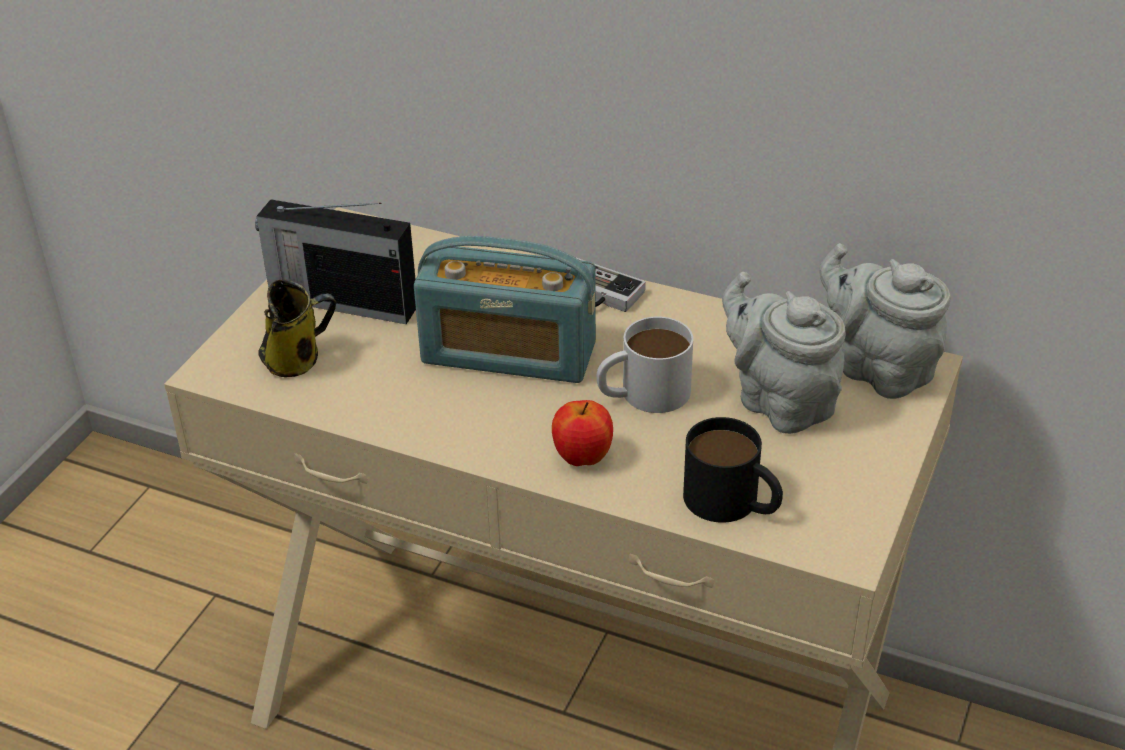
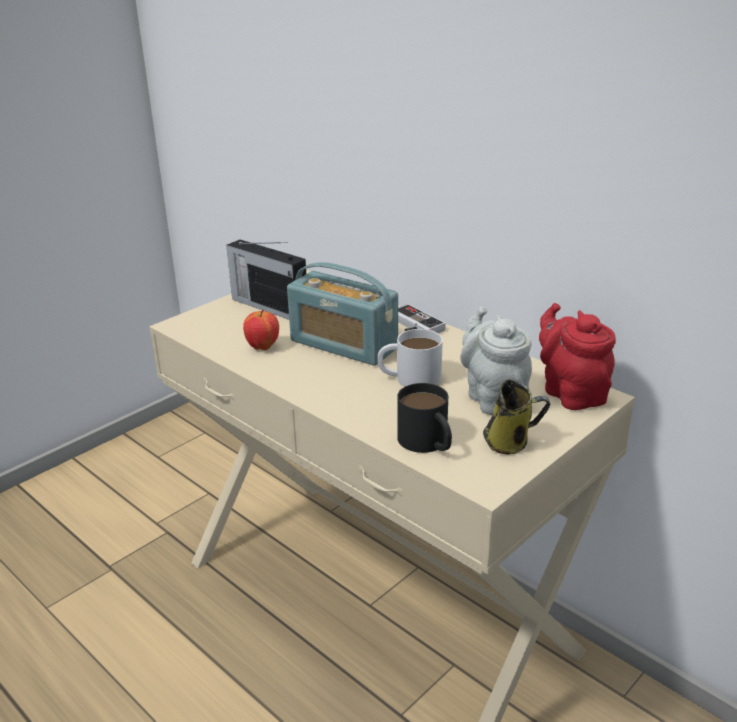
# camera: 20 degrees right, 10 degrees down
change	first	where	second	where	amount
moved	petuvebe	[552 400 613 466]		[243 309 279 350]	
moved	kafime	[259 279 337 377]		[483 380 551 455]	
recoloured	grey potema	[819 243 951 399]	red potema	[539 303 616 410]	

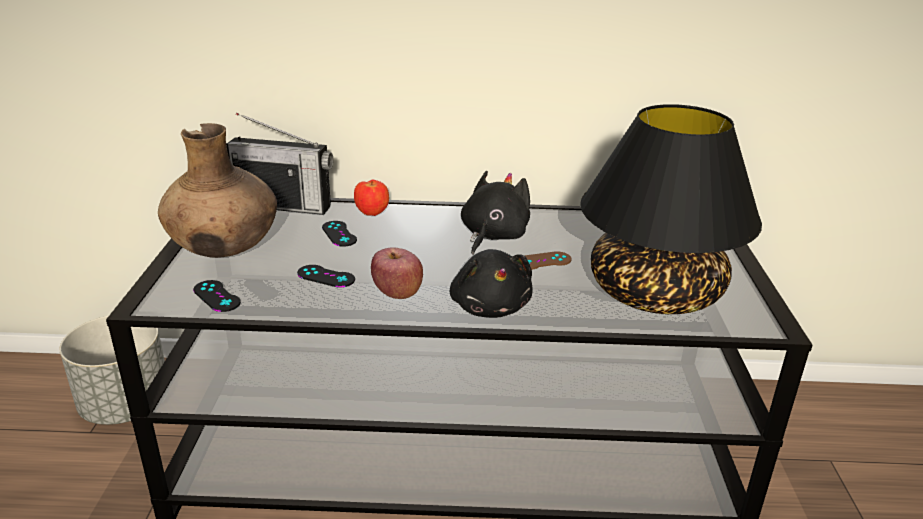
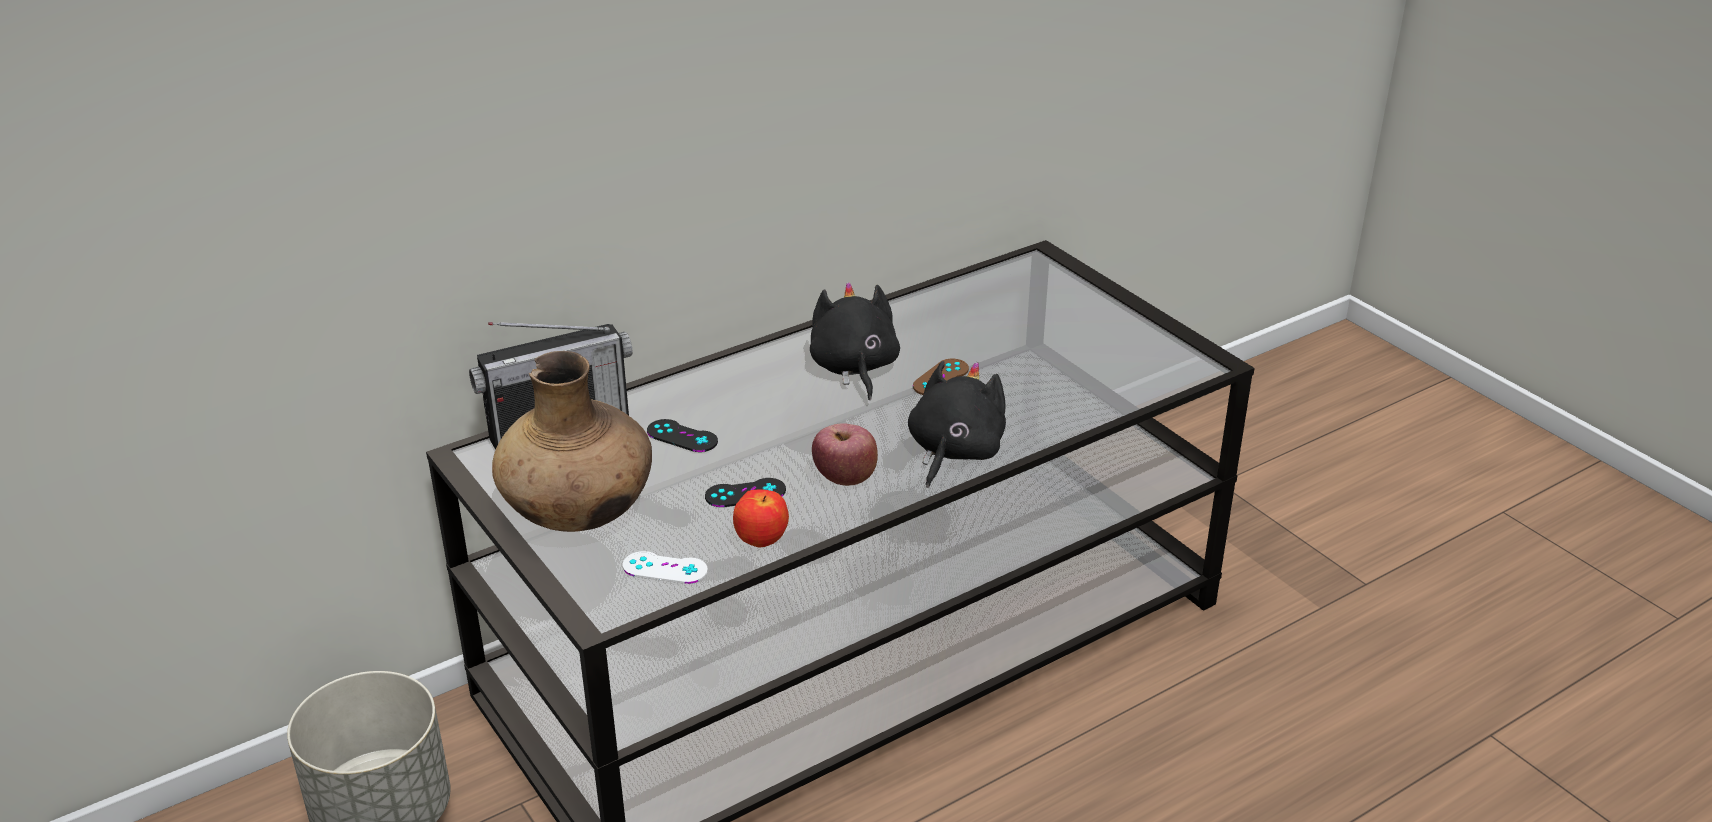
# camera: 35 degrees left, 5 degrees up
change	first	where	second	where	amount
recoloured	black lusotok	[193 280 241 312]	white lusotok	[623 551 708 584]	
moved	petuvebe	[354 180 389 216]		[733 490 789 548]	
turned	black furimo	[450 249 533 318]		[908 361 1006 488]	105 degrees counterclockwise
removed	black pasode	[580 104 762 314]			

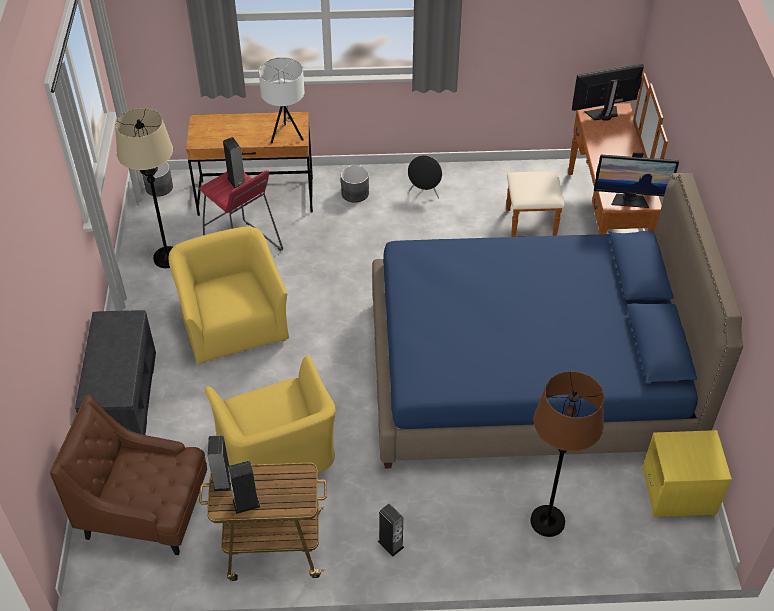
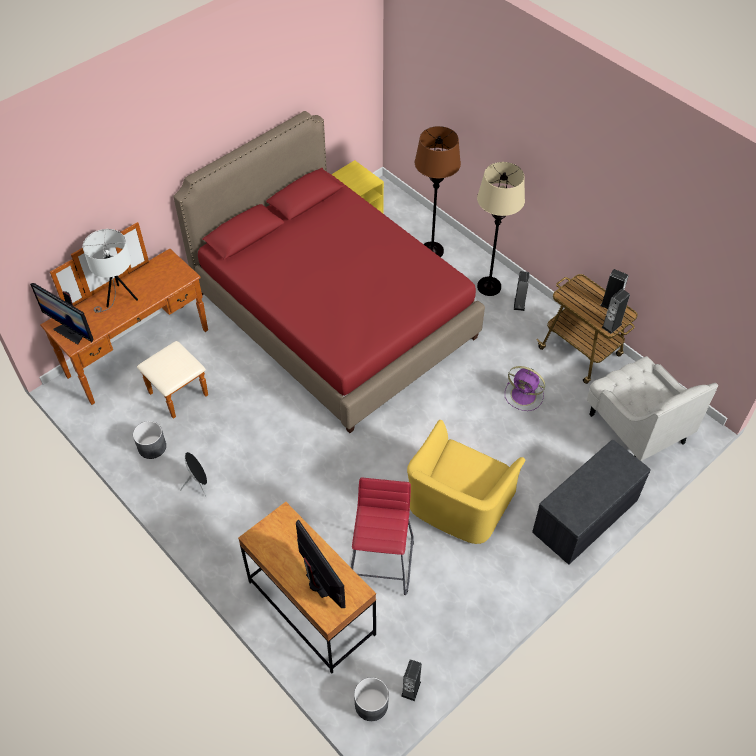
# camera: 130 degrees left, 5 degrees up
change	first	where	second	where	amount
moved	white pasode	[259 57 305 143]		[83 229 138 313]	
moved	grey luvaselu	[341 165 369 203]		[133 421 166 459]	
recoloured	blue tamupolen	[372 173 743 469]	red tamupolen	[173 111 485 433]	
moved	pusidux	[594 151 679 208]		[296 520 346 608]	
moved	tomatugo	[223 137 245 188]		[401 659 422 701]	
moved	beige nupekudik	[115 108 173 268]		[477 162 525 296]	
replaced	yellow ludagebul	[205 355 336 475]	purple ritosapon	[505 366 545 411]	
recoloured	brown ludagebul	[50 394 207 555]	white ludagebul	[587 356 718 461]	

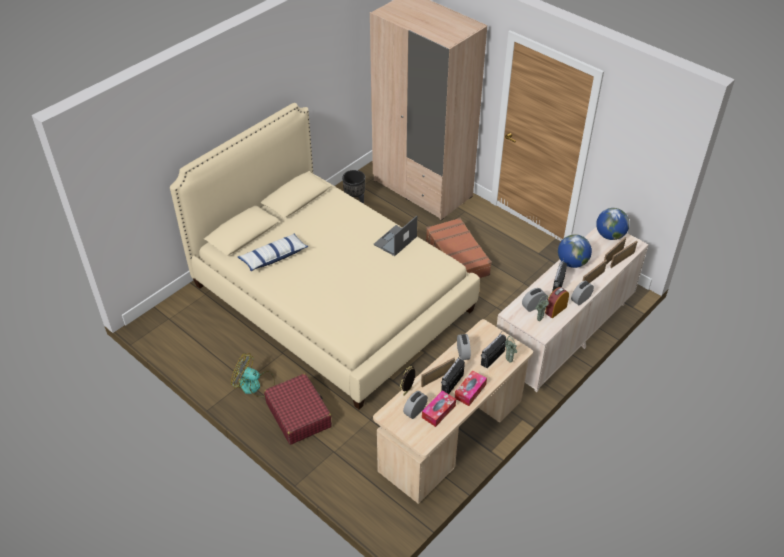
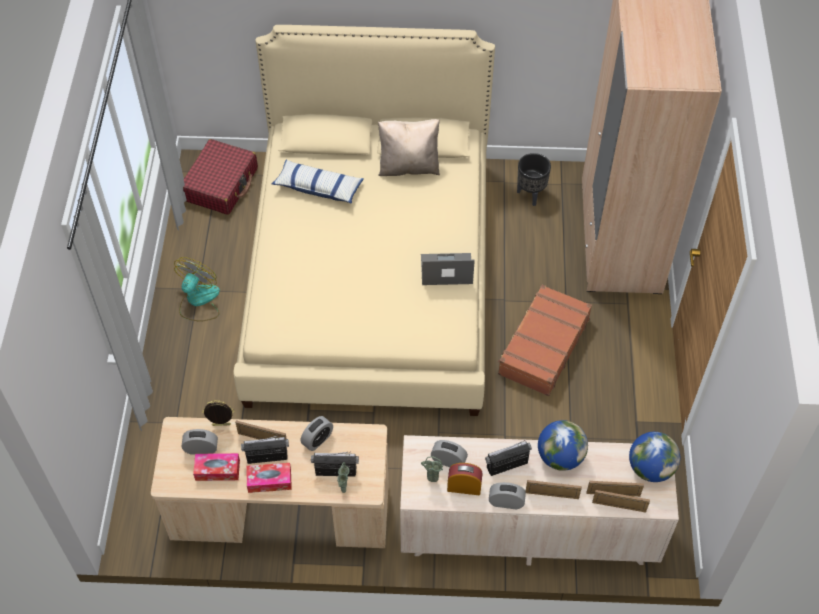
# camera: 50 degrees right, 10 degrees up
change	first	where	second	where	amount
turned	ritosapon	[231 353 275 397]		[174 257 220 322]	45 degrees clockwise
moved	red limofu	[264 373 332 445]		[183 139 258 215]	
added			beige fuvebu	[378 119 440 176]	

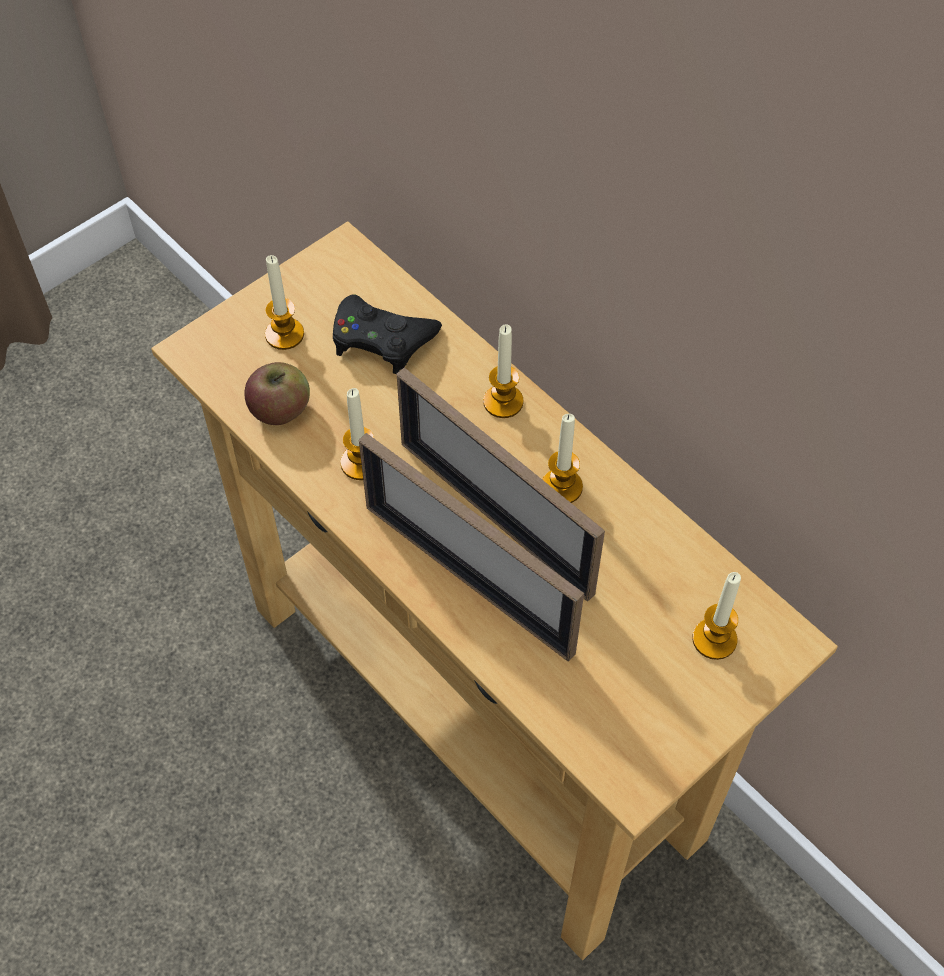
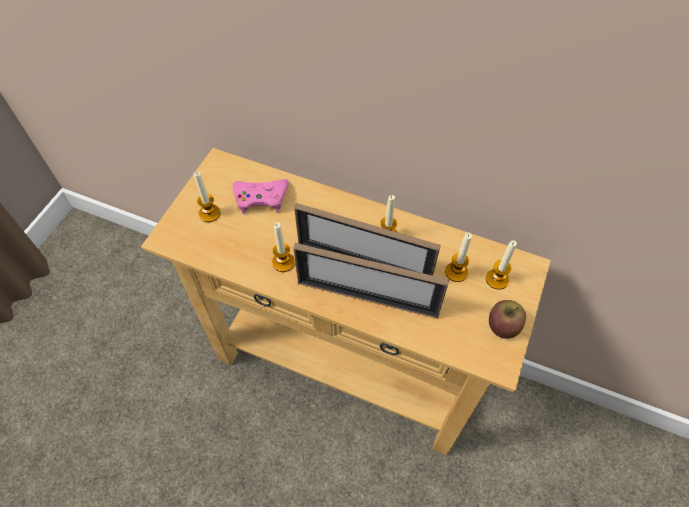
# camera: 25 degrees left, 0 degrees up
change	first	where	second	where	amount
recoloured	black lusotok	[333 294 442 374]	pink lusotok	[232 179 289 214]	
moved	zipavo	[483 324 524 418]		[445 233 472 282]	
moved	petuvebe	[245 362 310 425]		[489 300 526 339]	

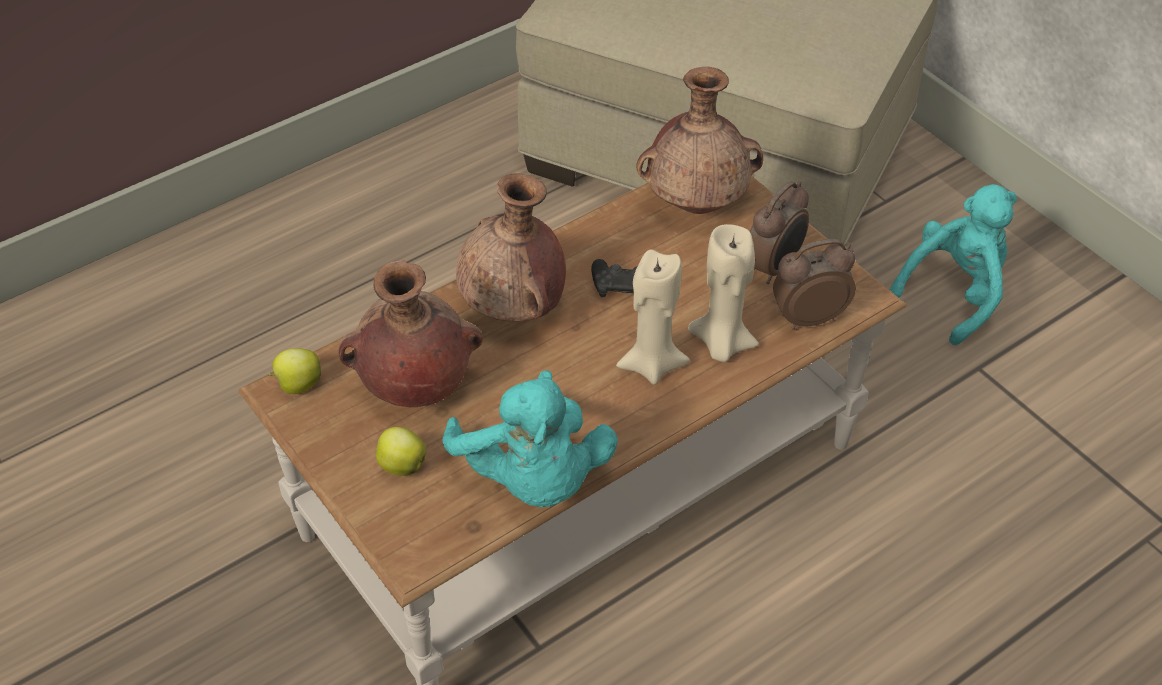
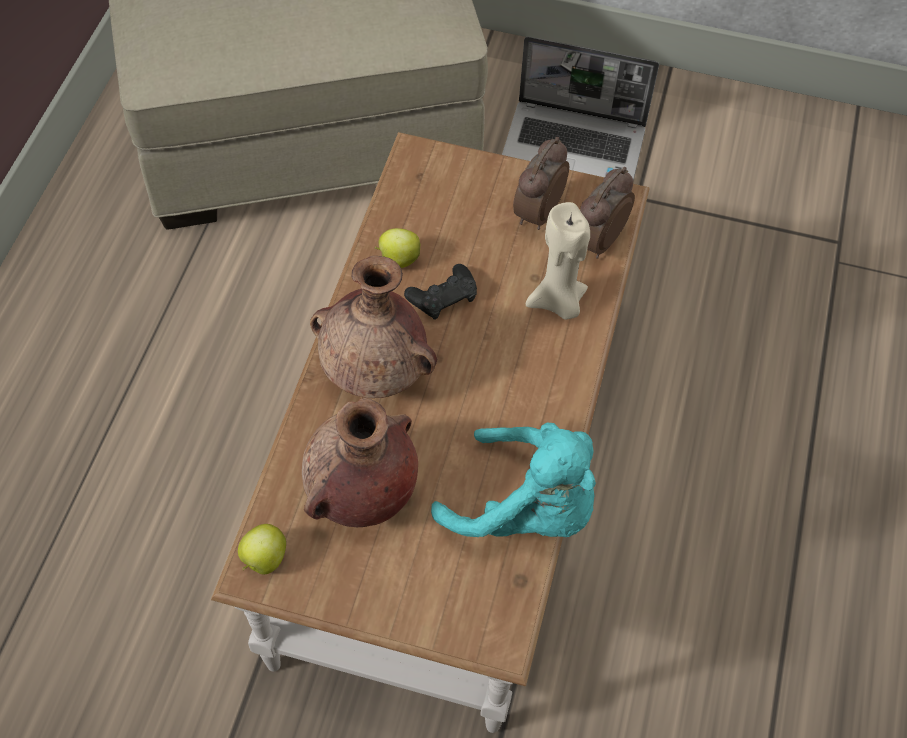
# camera: 40 degrees left, 10 degrees up
change	first	where	second	where	amount
moved	petuvebe	[376 427 426 476]		[374 228 420 268]	
replaced	turquoise furimo	[890 184 1017 345]	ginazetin	[502 36 659 181]	
turned	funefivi	[750 181 809 284]		[513 137 569 230]	150 degrees counterclockwise
removed	beige zipavo	[616 249 690 385]			
removed	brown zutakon	[636 67 763 214]			

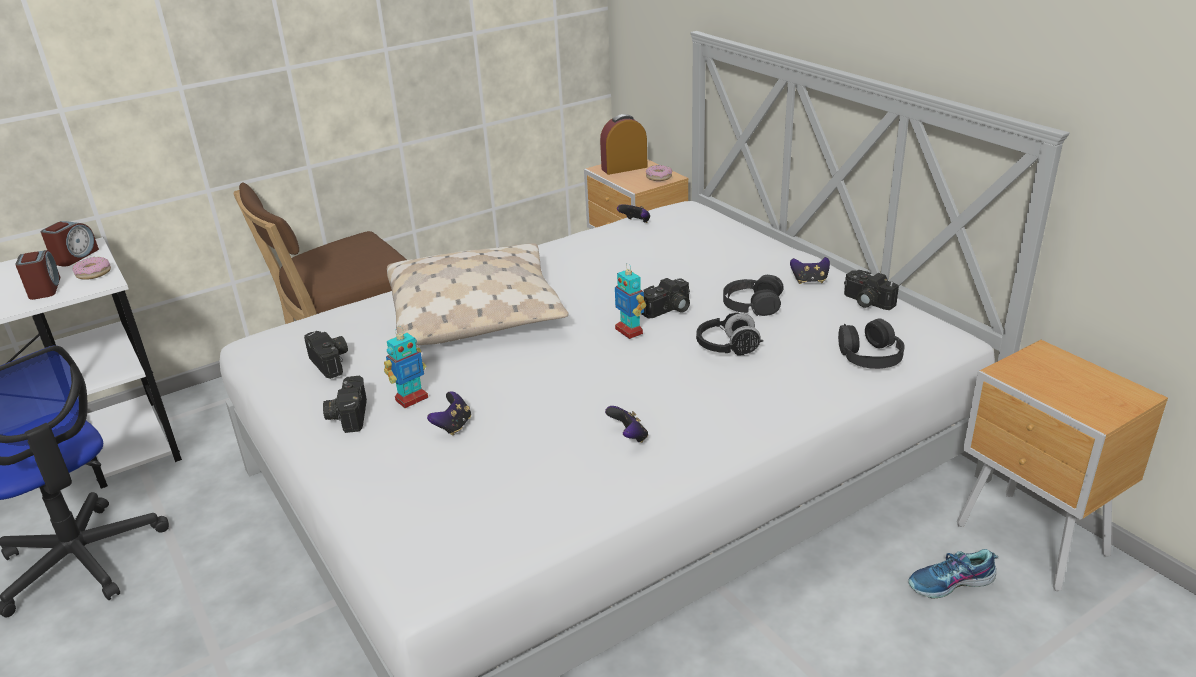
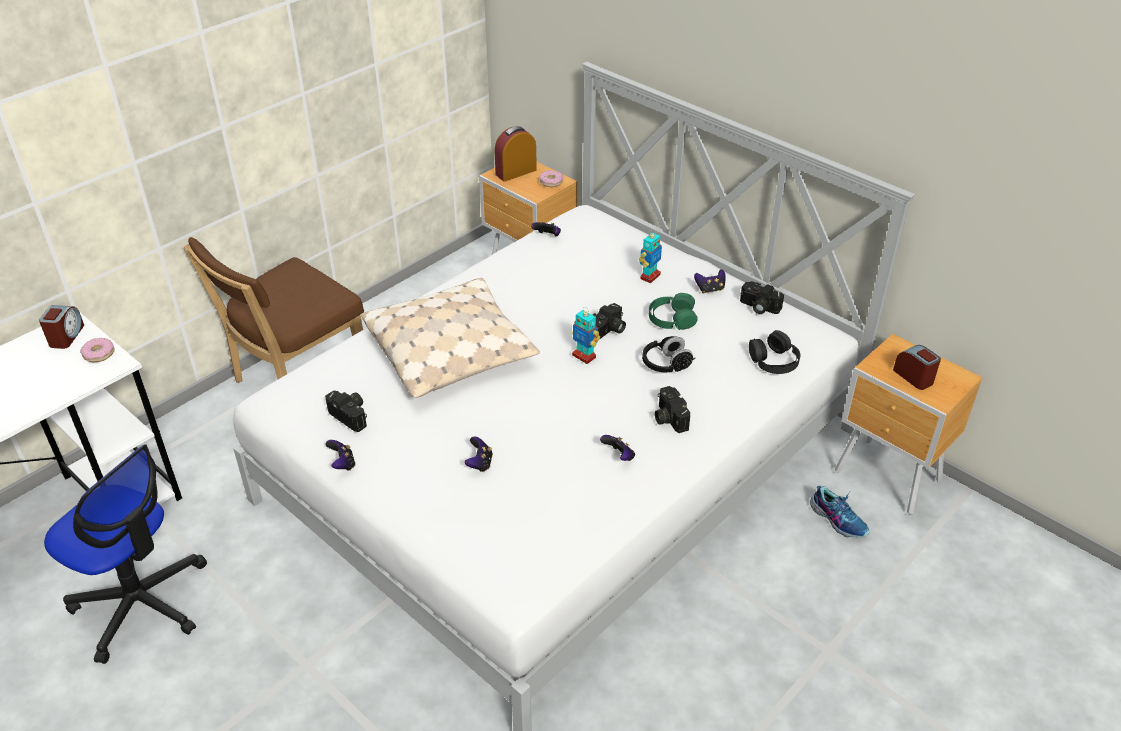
# camera: 15 degrees left, 10 degrees up
change	first	where	second	where	amount
added			lusotok	[326 440 356 471]	
moved	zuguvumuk	[384 327 428 408]		[639 229 662 283]	
recoloured	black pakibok	[723 275 784 316]	green pakibok	[649 293 698 330]	
moved	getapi	[323 376 367 433]		[655 386 690 433]	
turned	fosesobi	[908 549 998 599]		[810 486 869 538]	105 degrees counterclockwise
moved	funefivi	[15 250 60 300]		[893 345 941 390]	

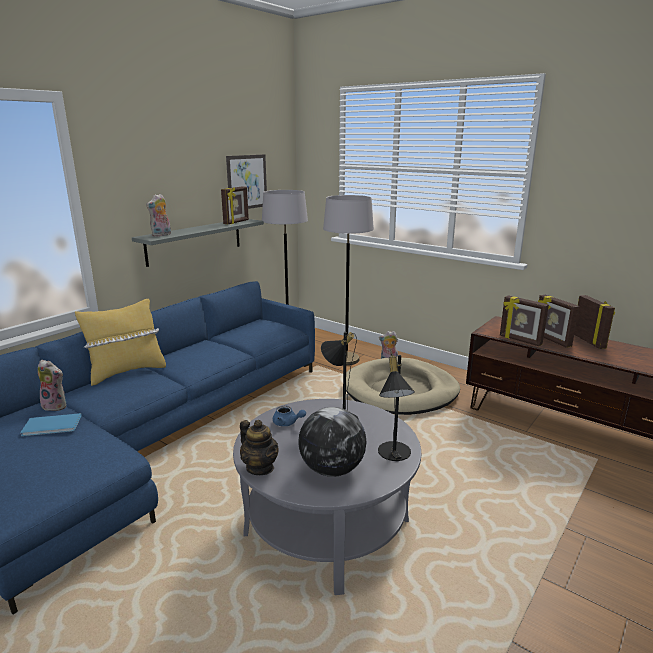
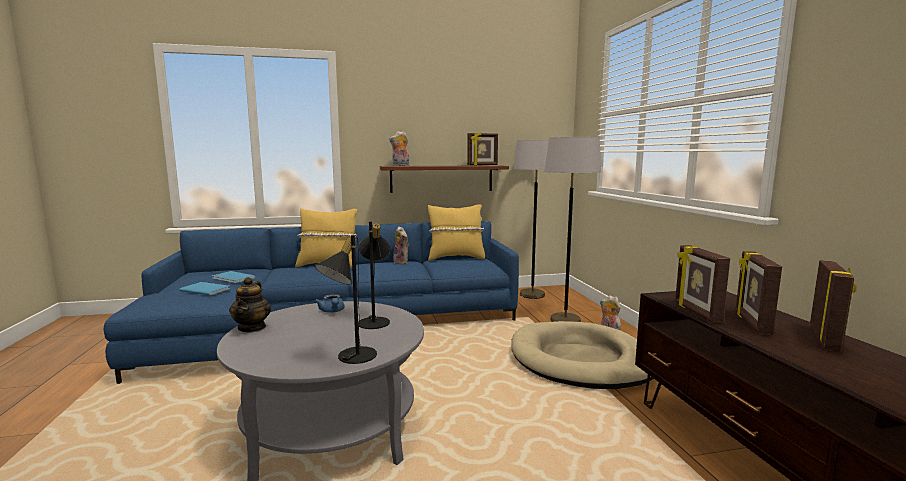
# camera: 40 degrees right, 10 degrees down
change	first	where	second	where	amount
added			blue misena	[179 282 230 295]	
recoloured	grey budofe	[132 219 264 267]	brown budofe	[380 165 509 193]	
moved	furimo	[38 360 66 411]		[392 226 409 264]	
added			yellow fuvebu	[428 204 485 260]	
removed	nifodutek	[226 154 267 209]			
removed	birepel	[298 407 367 477]			

